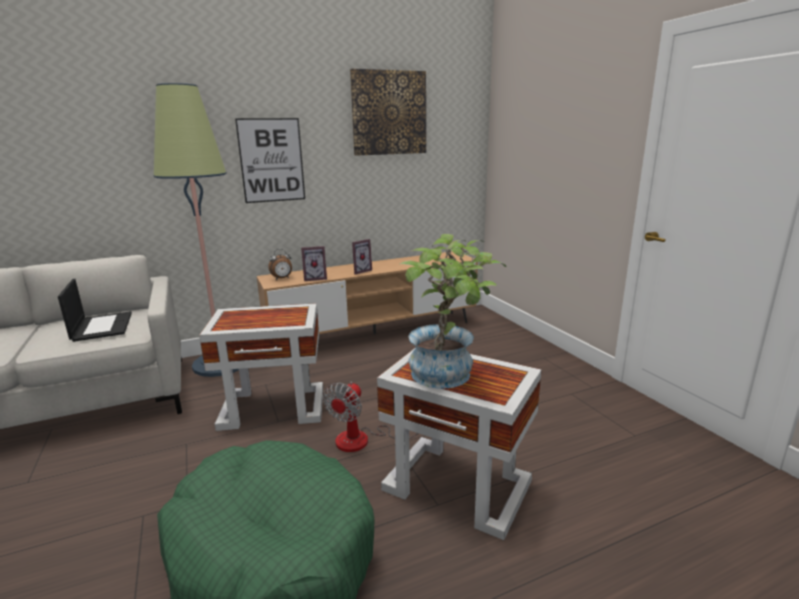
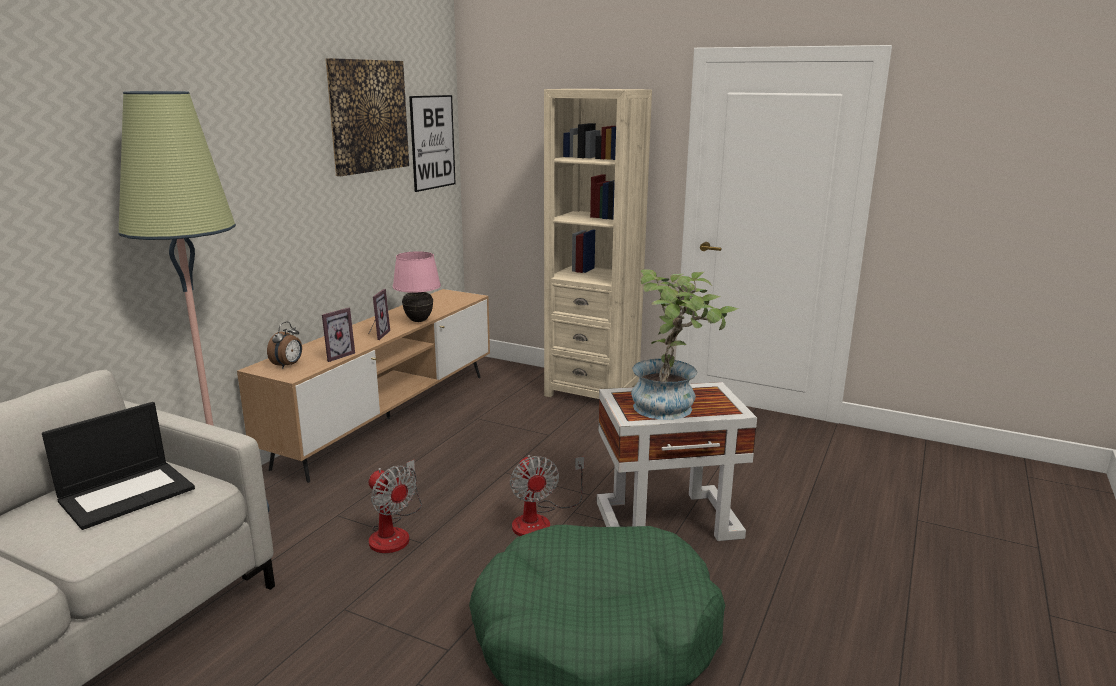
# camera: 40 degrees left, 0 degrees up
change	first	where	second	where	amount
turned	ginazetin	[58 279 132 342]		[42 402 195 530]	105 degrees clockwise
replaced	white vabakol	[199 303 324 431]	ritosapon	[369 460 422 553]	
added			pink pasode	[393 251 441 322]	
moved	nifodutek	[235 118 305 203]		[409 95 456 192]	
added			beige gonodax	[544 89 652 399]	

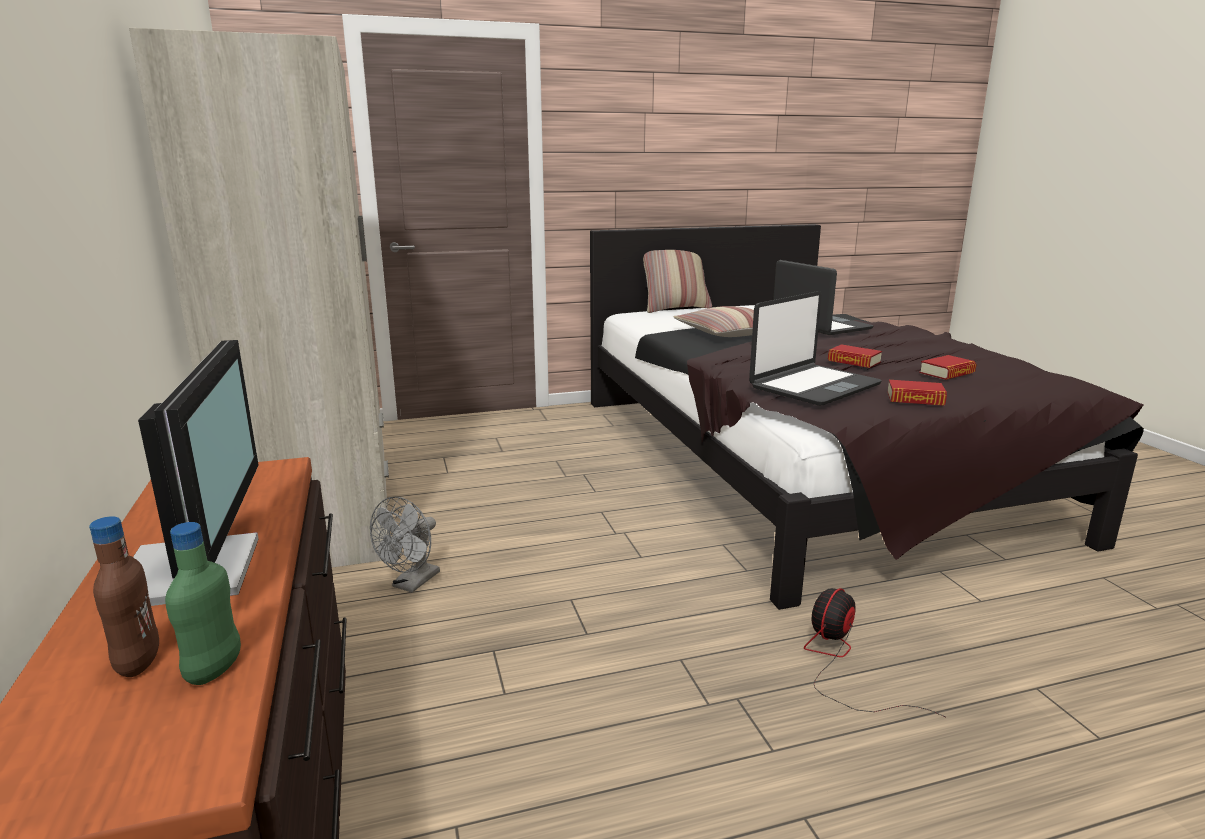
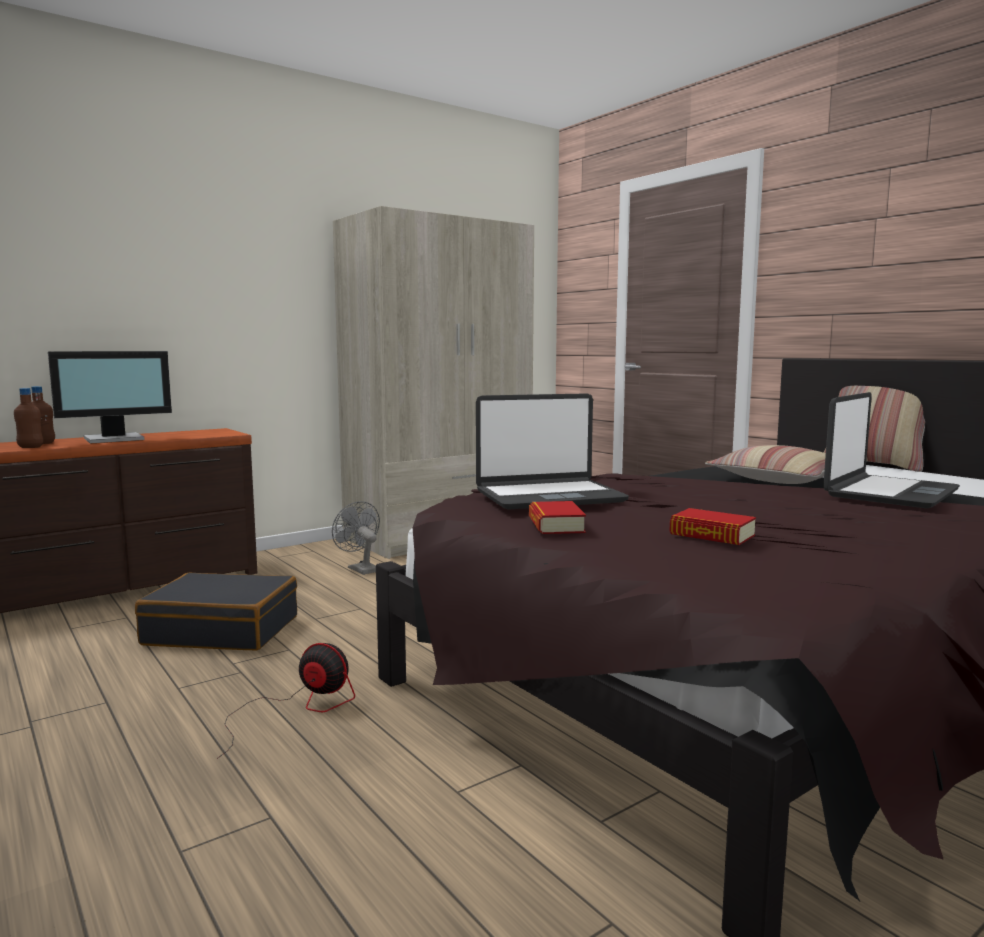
# camera: 70 degrees right, 10 degrees down
change	first	where	second	where	amount
recoloured	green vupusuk	[165 522 241 685]	brown vupusuk	[14 388 43 448]	
added			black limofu	[135 573 297 650]	
turned	grey ritosapon	[370 497 440 593]		[332 501 380 575]	45 degrees clockwise
turned	ginazetin	[749 291 882 406]		[476 393 629 510]	45 degrees counterclockwise
removed	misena	[828 345 882 368]			

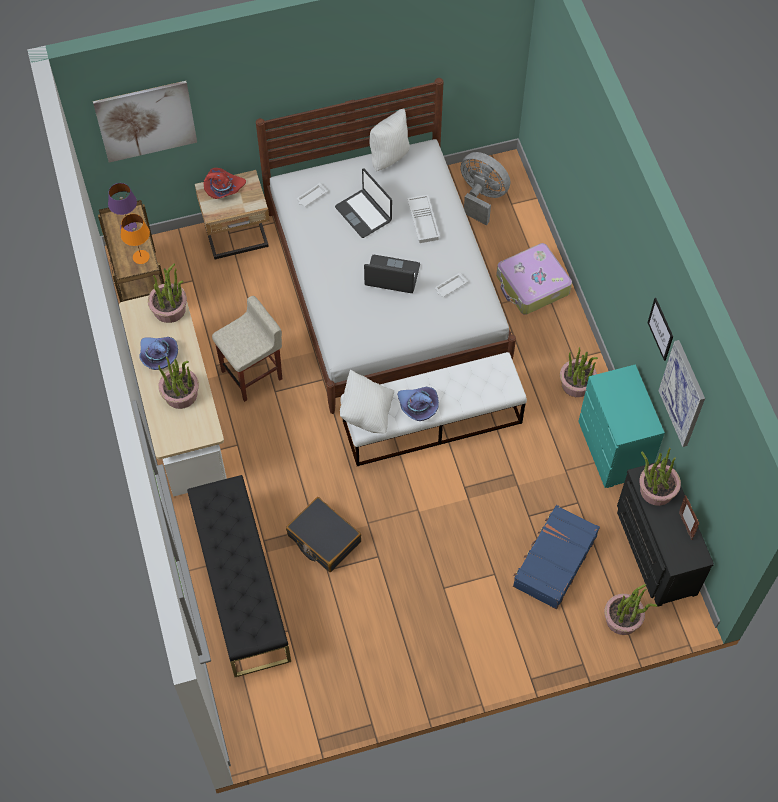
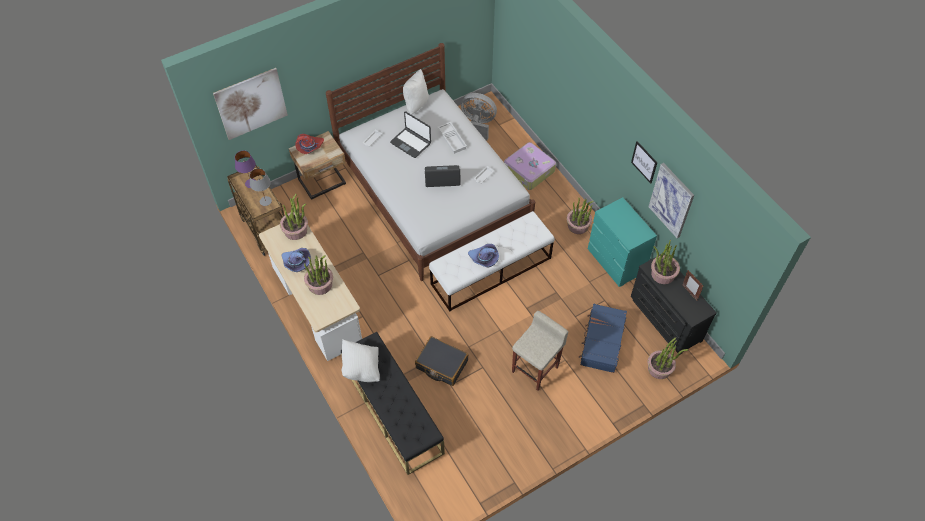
# camera: 15 degrees left, 5 degrees down
change	first	where	second	where	amount
recoloured	orange pasode	[121 214 150 264]	grey pasode	[250 168 272 206]	
moved	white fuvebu	[340 369 394 434]		[342 339 380 382]	
moved	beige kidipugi	[212 296 282 402]		[512 311 568 391]	

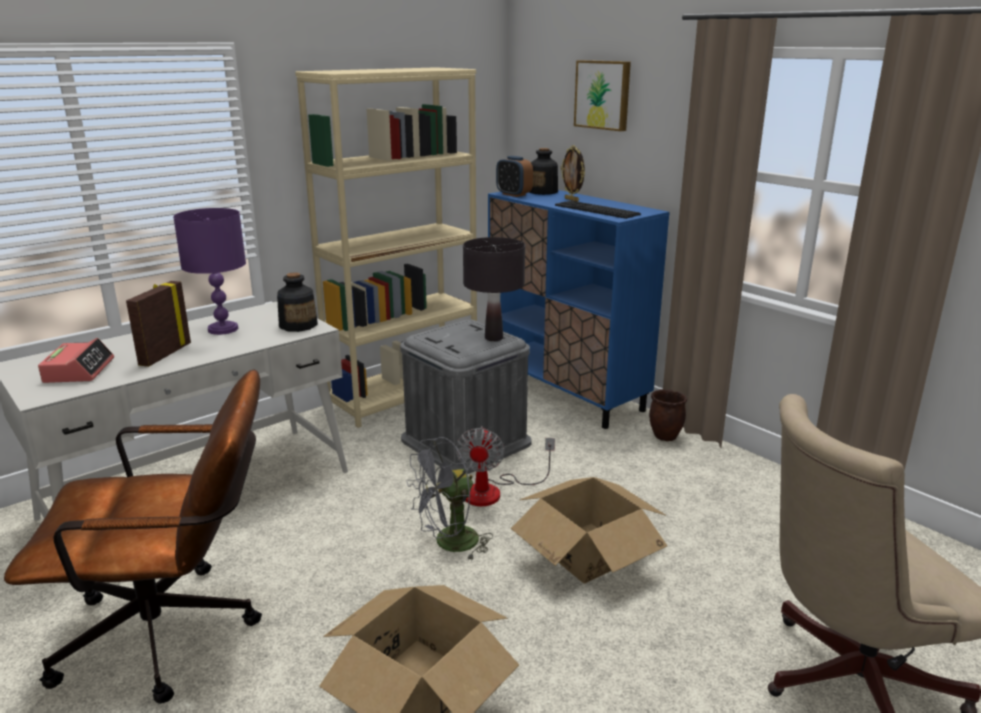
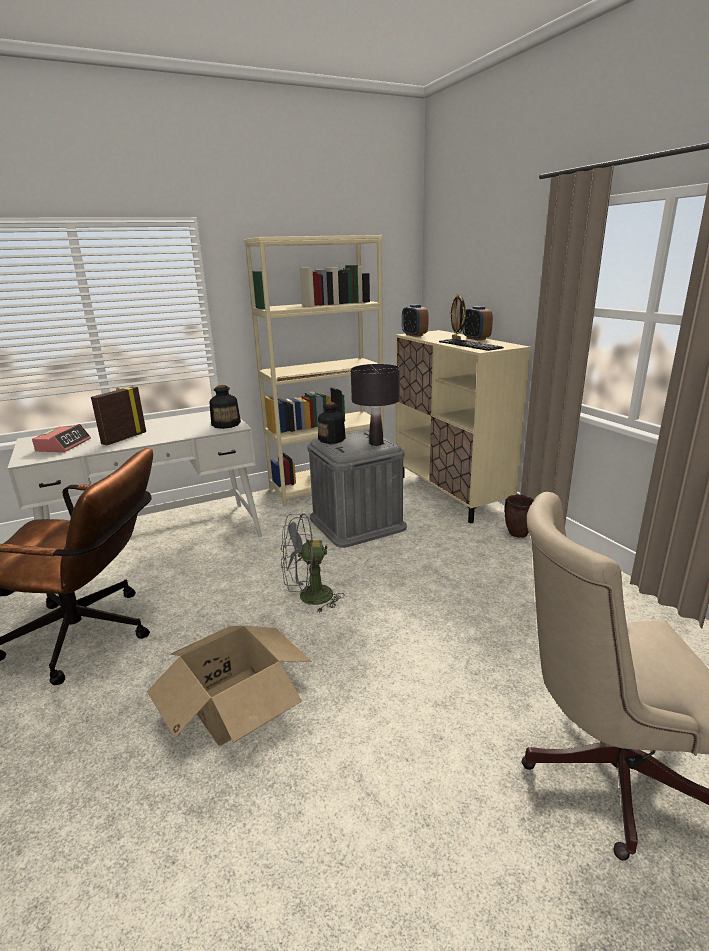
# camera: 15 degrees right, 0 degrees up
change	first	where	second	where	amount
moved	vupusuk	[529 148 558 195]		[318 402 346 444]	
recoloured	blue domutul	[488 190 670 429]	beige domutul	[396 330 531 523]	
added			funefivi	[463 306 493 340]	
removed	purple pasode	[173 208 246 335]			
removed	ritosapon	[455 426 555 506]			
removed	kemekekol	[511 477 667 583]			
removed	nifodutek	[574 60 631 131]			

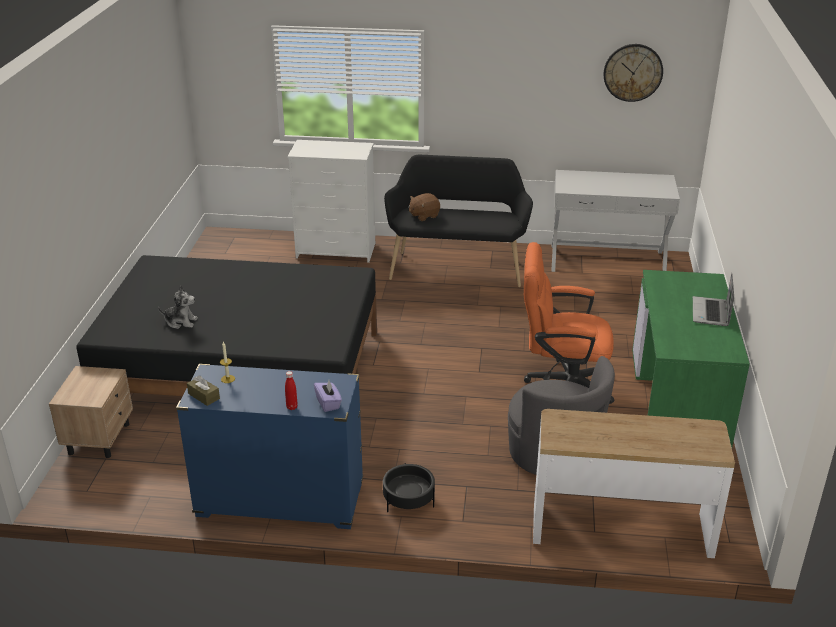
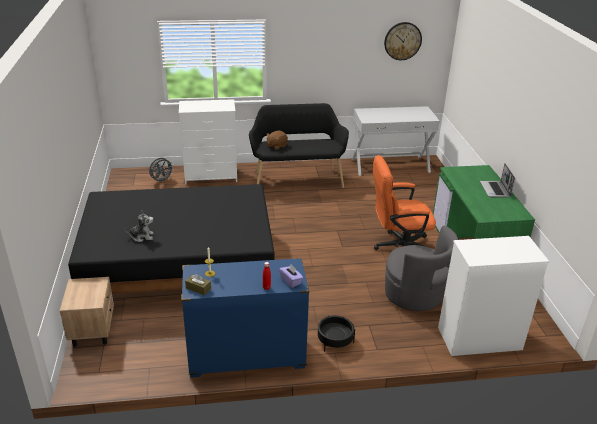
# camera: 15 degrees left, 0 degrees up
change	first	where	second	where	amount
added			grey ritosapon	[149 158 174 183]	
replaced	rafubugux	[533 409 735 558]	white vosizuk	[438 236 549 356]	

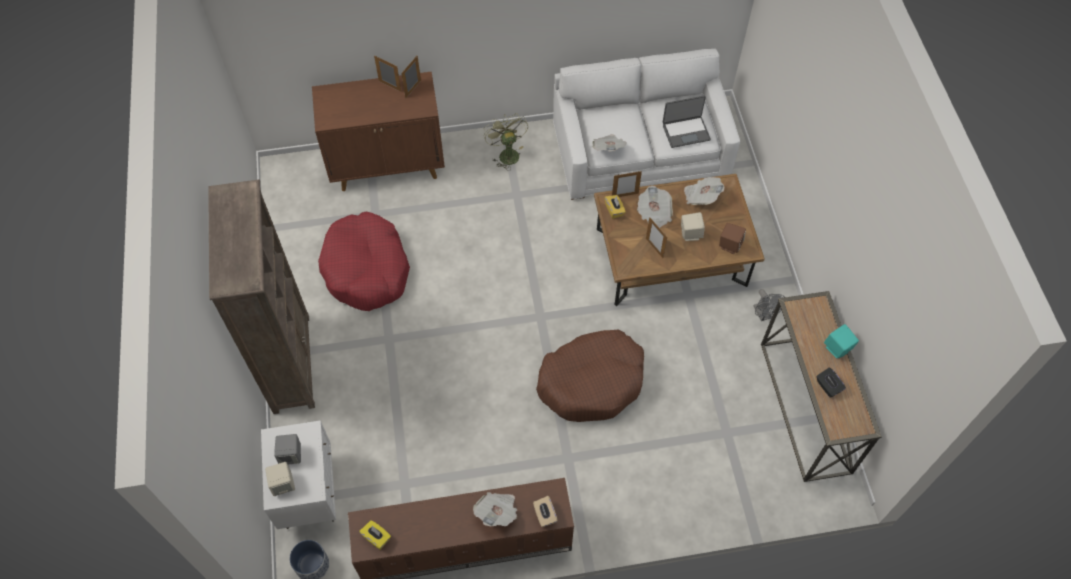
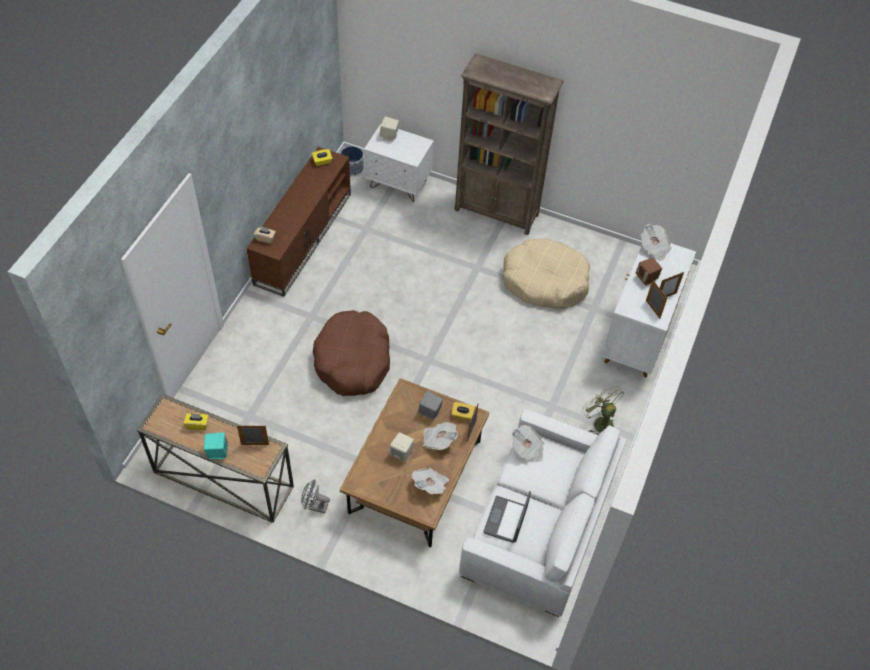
# camera: 120 degrees right, 5 degrees down
change	first	where	second	where	amount
recoloured	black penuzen	[816 368 846 398]	yellow penuzen	[183 413 209 430]	
moved	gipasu	[646 217 667 258]		[237 425 269 445]	
moved	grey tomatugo	[274 434 301 464]		[418 391 443 420]	
recoloured	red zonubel	[318 212 410 311]	beige zonubel	[503 238 590 309]	
turned	green ritosapon	[484 114 528 171]		[582 387 624 435]	135 degrees counterclockwise
recoloured	brown domutul	[312 72 445 191]	white domutul	[602 243 696 377]	
moved	brown tomatugo	[719 223 746 254]		[636 258 662 286]	
moved	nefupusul	[473 492 518 526]		[641 224 672 261]	

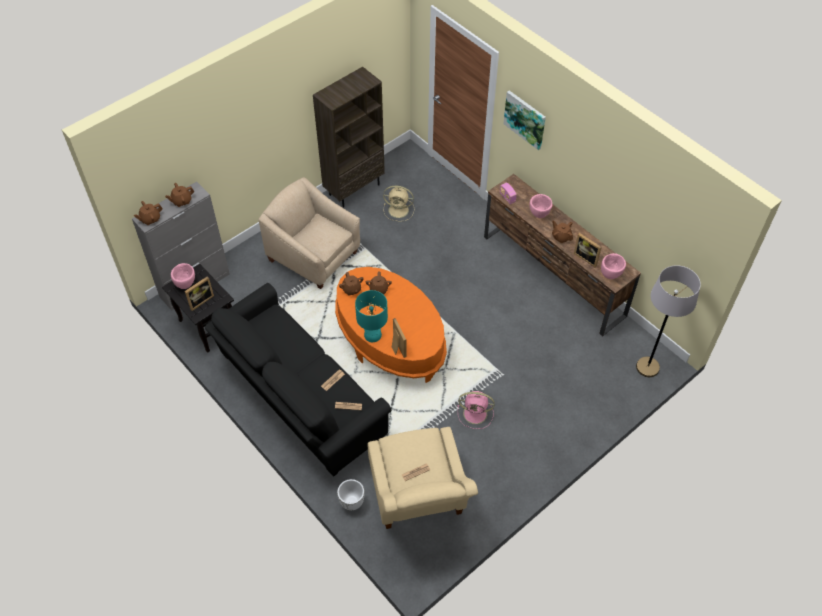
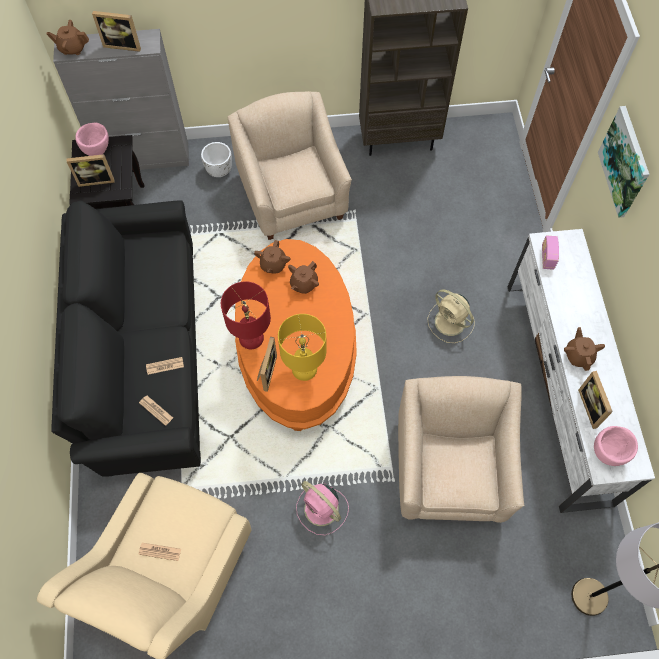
# camera: 35 degrees right, 10 degrees up
change	first	where	second	where	amount
replaced	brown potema	[165 183 194 207]	gipasu	[92 11 141 52]	
moved	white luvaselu	[337 479 365 510]		[201 142 232 177]	
recoloured	turquoise pasode	[355 290 388 342]	red pasode	[221 281 271 349]	
added			yellow pasode	[278 314 326 381]	
added			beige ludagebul	[398 376 525 523]	
moved	beige ritosapon	[383 186 414 221]		[427 289 475 343]	
recoloured	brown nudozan	[484 174 641 337]	white nudozan	[508 229 655 513]	
removed	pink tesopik	[529 194 552 218]			

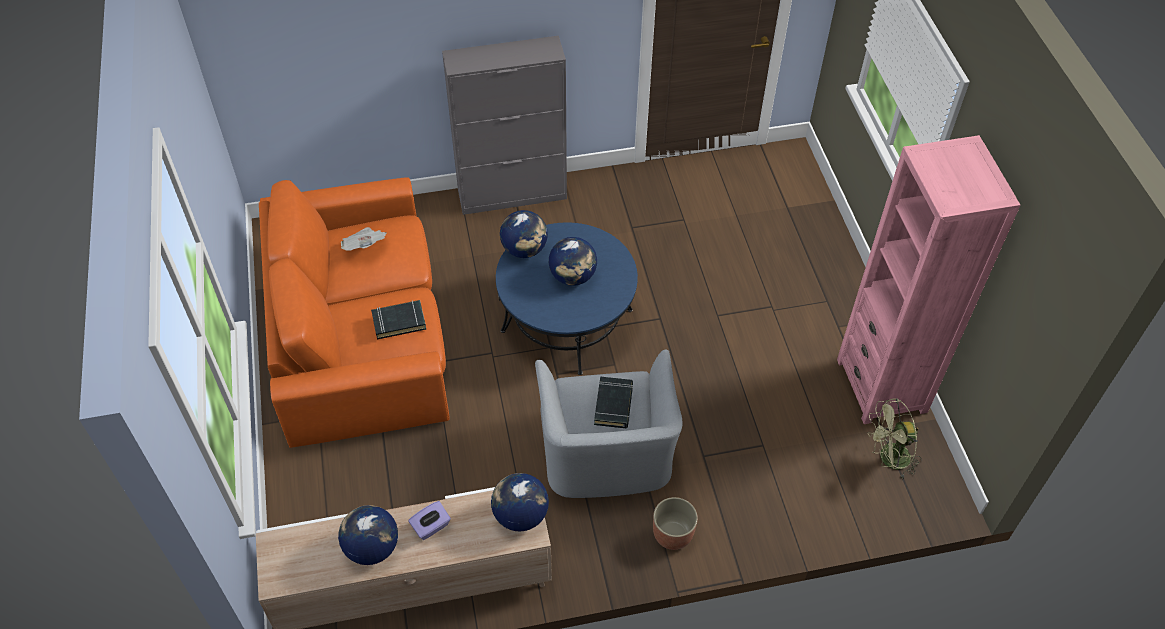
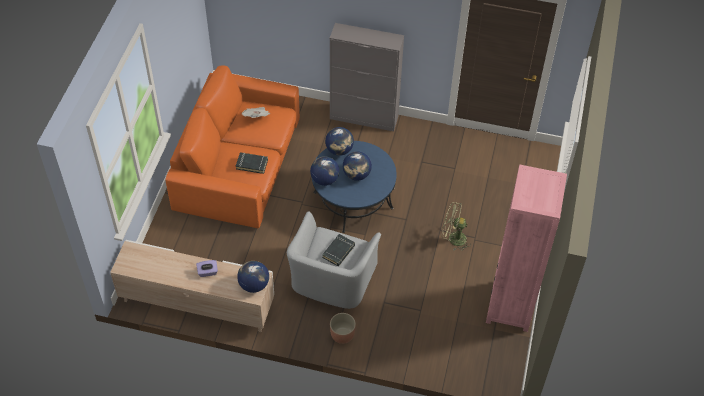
# camera: 25 degrees right, 0 degrees up
change	first	where	second	where	amount
moved	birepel	[338 505 398 565]		[310 156 340 186]	
moved	green ritosapon	[868 398 921 480]		[442 202 470 251]	

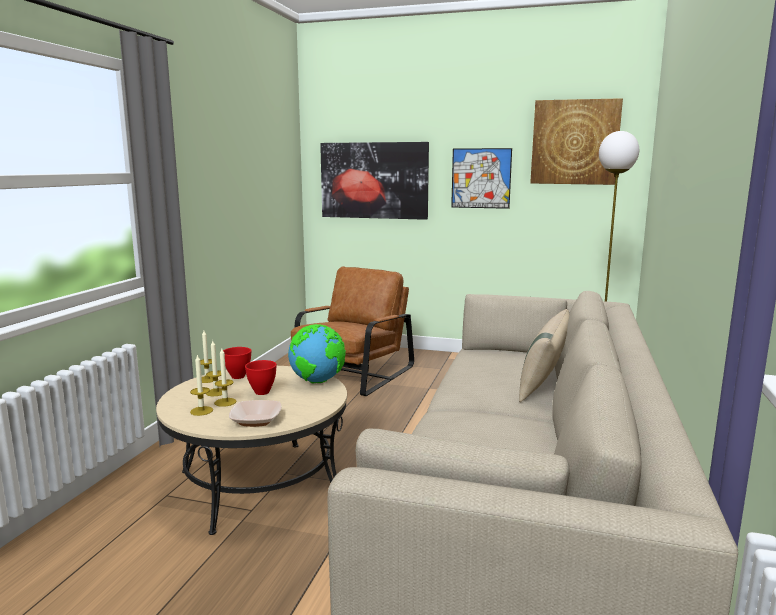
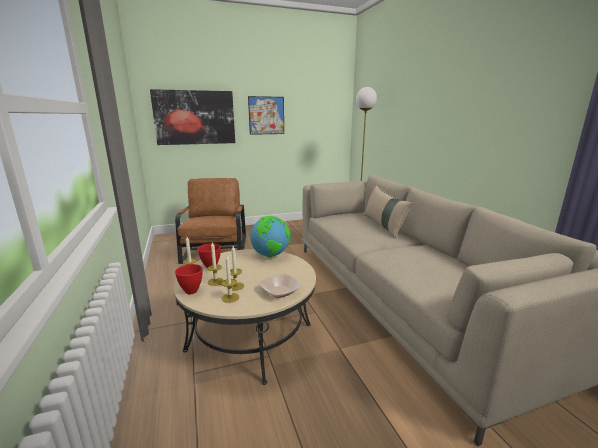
# camera: 35 degrees left, 5 degrees up
change	first	where	second	where	amount
moved	red tesopik	[245 360 277 395]		[175 264 203 294]	
removed	nifodutek	[530 98 623 185]			

